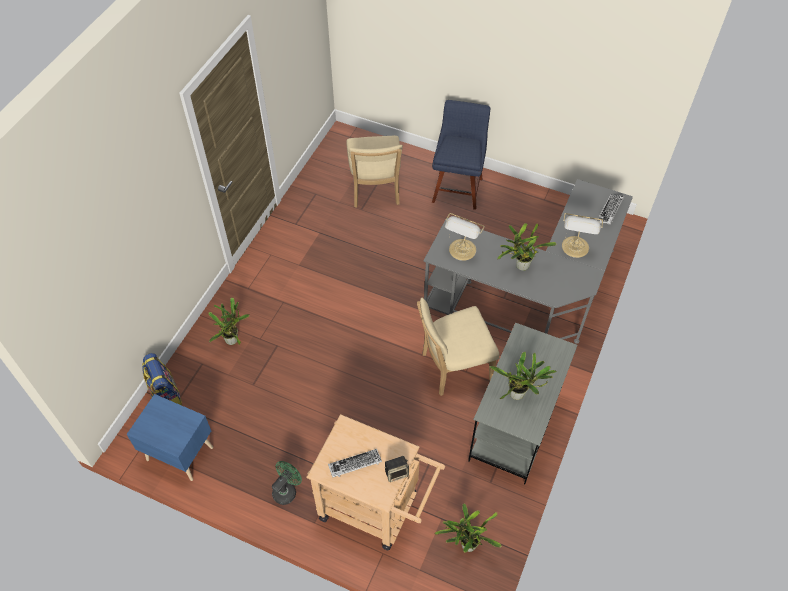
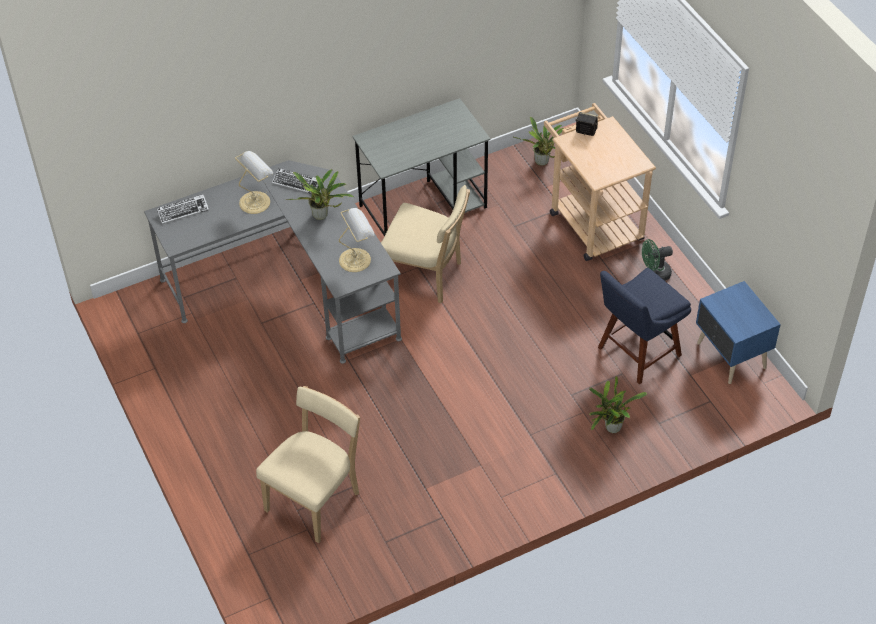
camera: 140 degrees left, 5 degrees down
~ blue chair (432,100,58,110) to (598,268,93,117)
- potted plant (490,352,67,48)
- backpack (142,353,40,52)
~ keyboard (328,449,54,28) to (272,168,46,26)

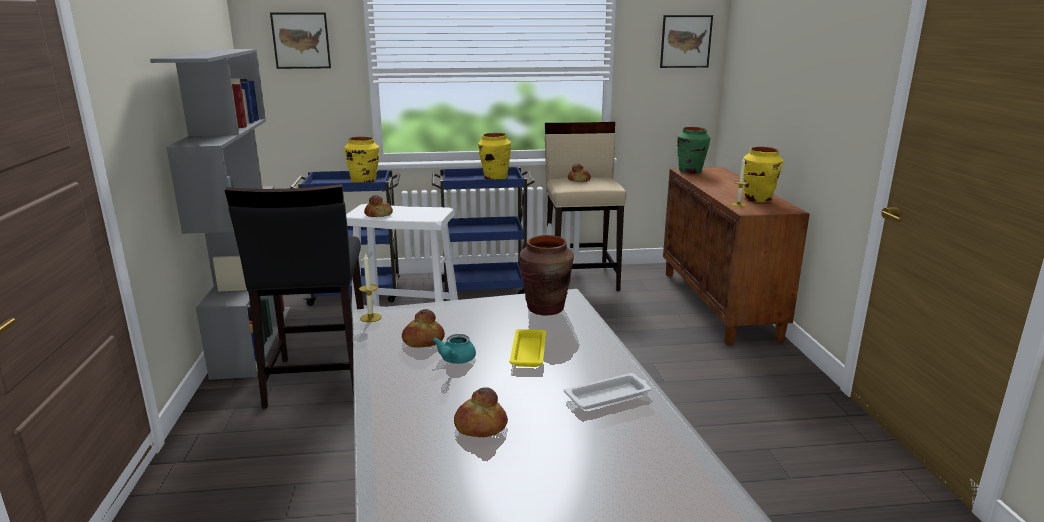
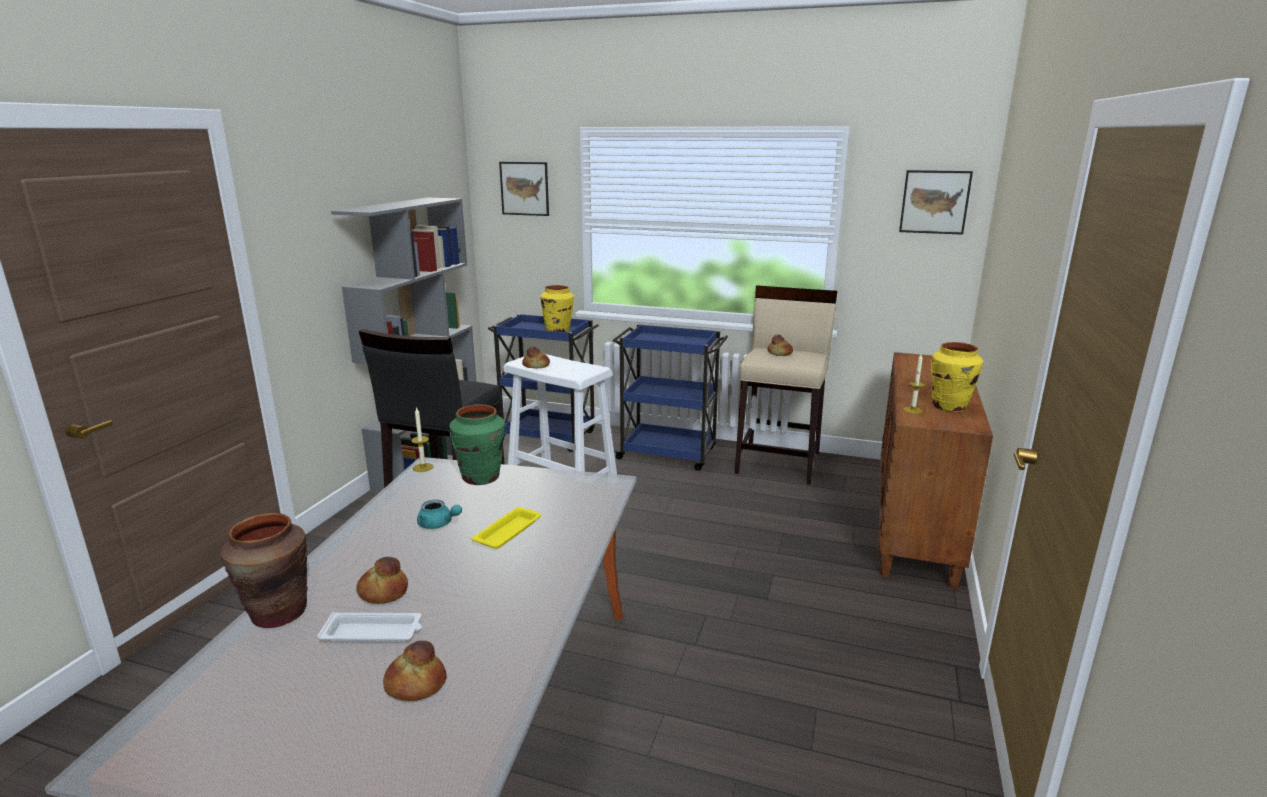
camera: 25 degrees right, 0 degrees up
~ green vase (677,127,33,47) to (449,404,56,81)
- yellow vase (478,133,33,46)
~ brown vase (519,235,55,81) to (220,513,88,115)
~ bread (402,309,43,38) to (383,640,64,61)
~ turquoise teapot (432,334,44,30) = (417,500,45,29) 105 degrees counterclockwise
~ white tray (564,373,87,37) to (317,612,105,30)

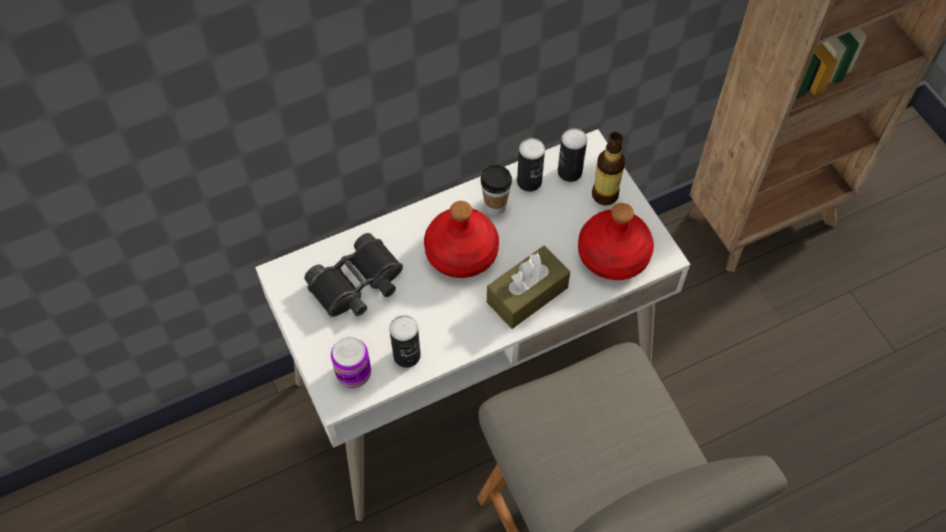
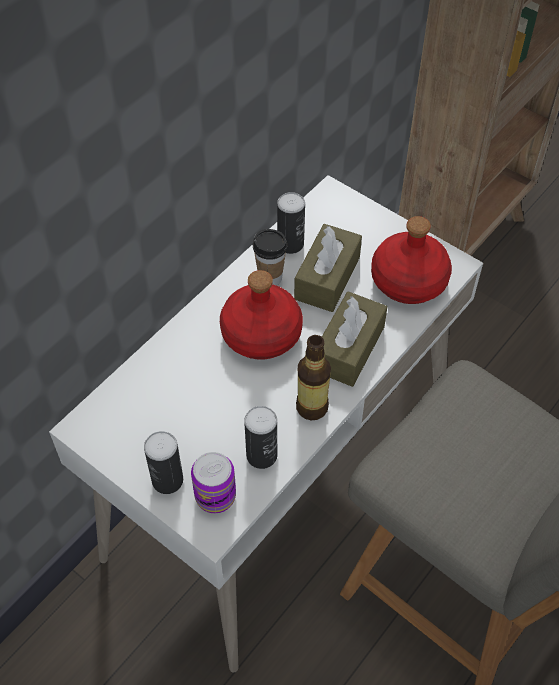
camera: 25 degrees left, 5 degrees down
~ can (558,128,29,54) to (144,431,39,63)
~ bottle (592,132,33,73) to (296,335,35,85)
- black binoculars (304,233,99,84)
+ brown tissue box (294,224,68,88)

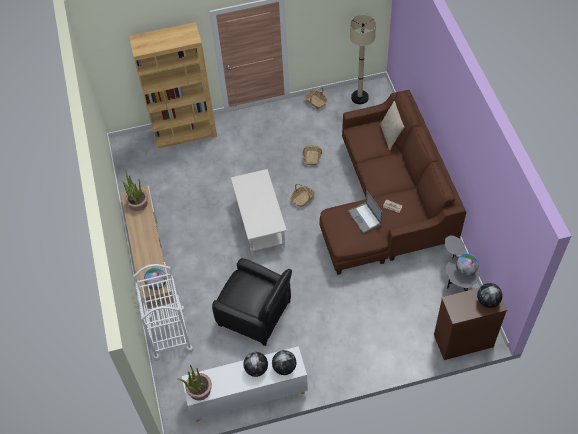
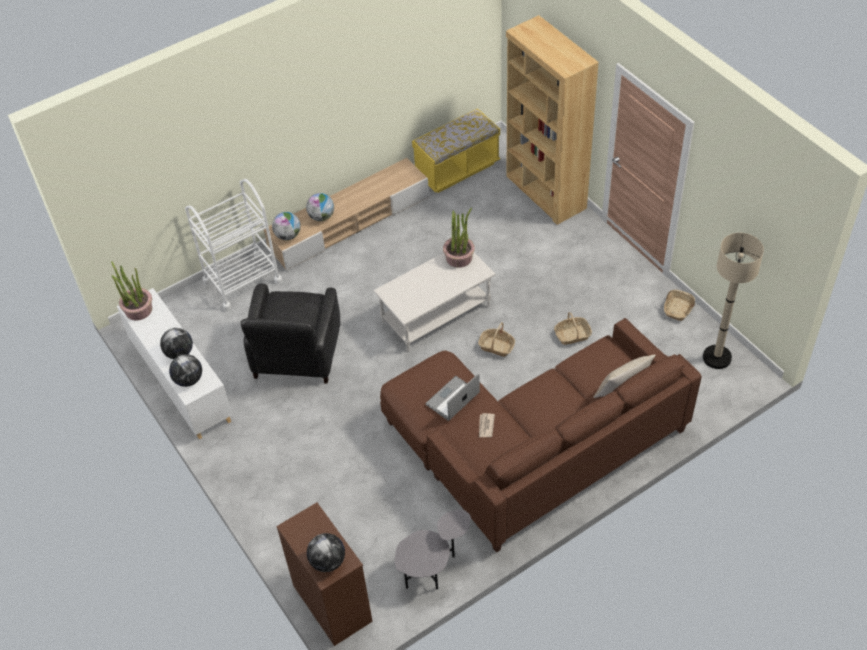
camera: 70 degrees right, 5 degrees down
~ potted plant (122,170,26,41) to (443,207,32,61)
~ globe (456,254,23,22) to (306,193,28,28)
+ yellow bench (412,109,88,84)

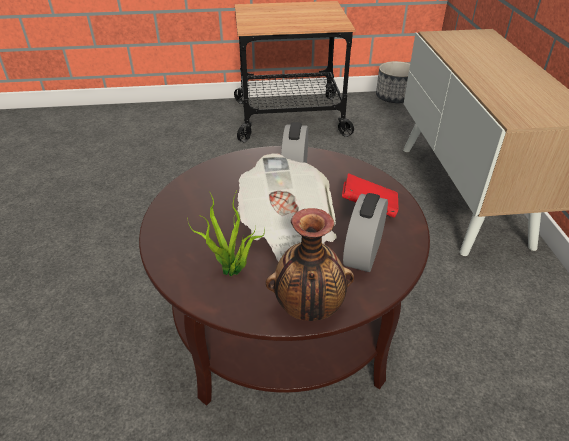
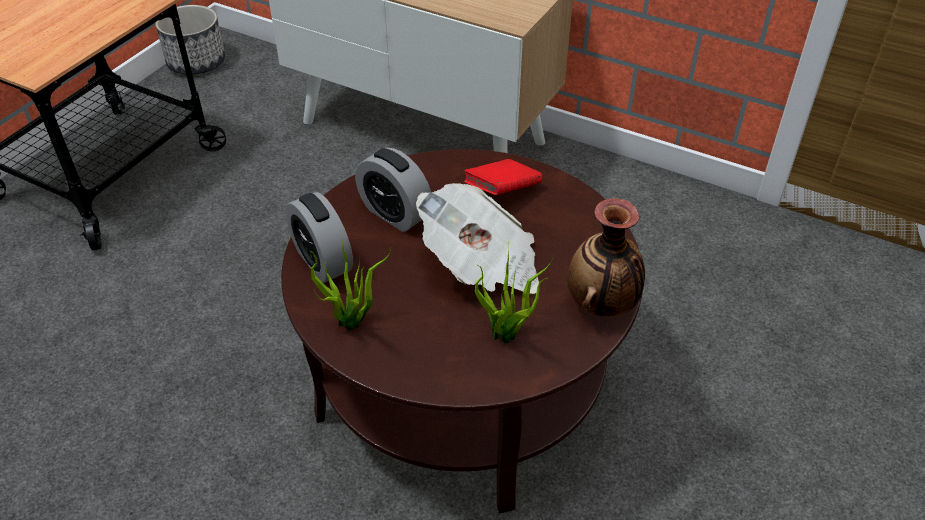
camera: 55 degrees left, 5 degrees up
~ alarm clock (343,193,45,79) to (285,192,68,91)
+ potted plant (309,239,82,92)

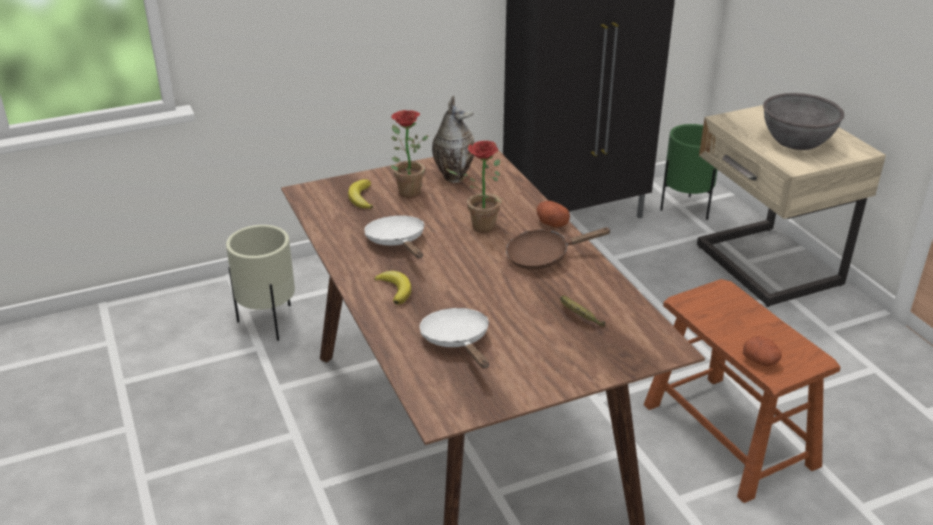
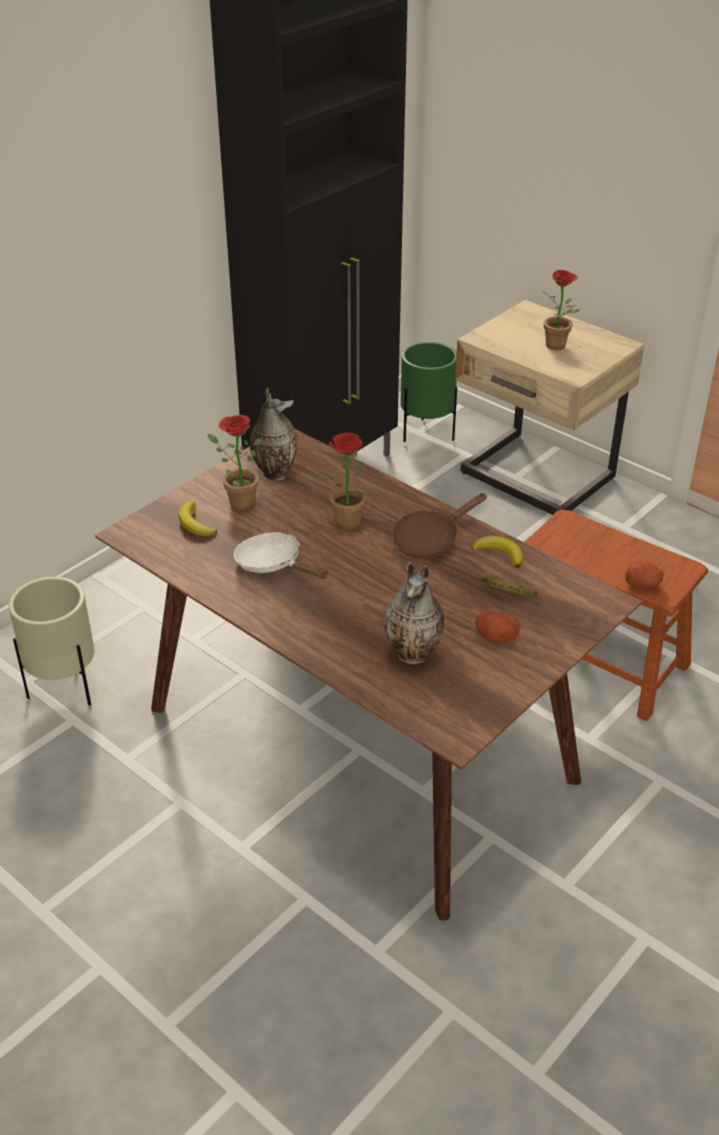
camera: 25 degrees left, 5 degrees up
~ grey bowl (763,93,81,57) to potted plant (543,270,37,80)
~ potato (537,201,33,27) to (475,611,45,32)
~ banana (374,271,37,34) to (472,536,51,32)
~ white frying pan (420,308,69,61) to vase (384,562,60,102)

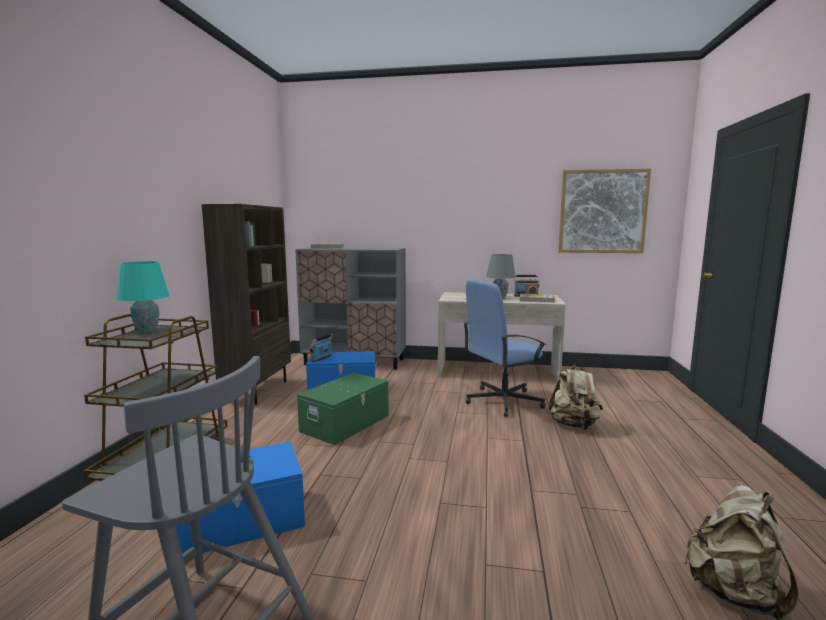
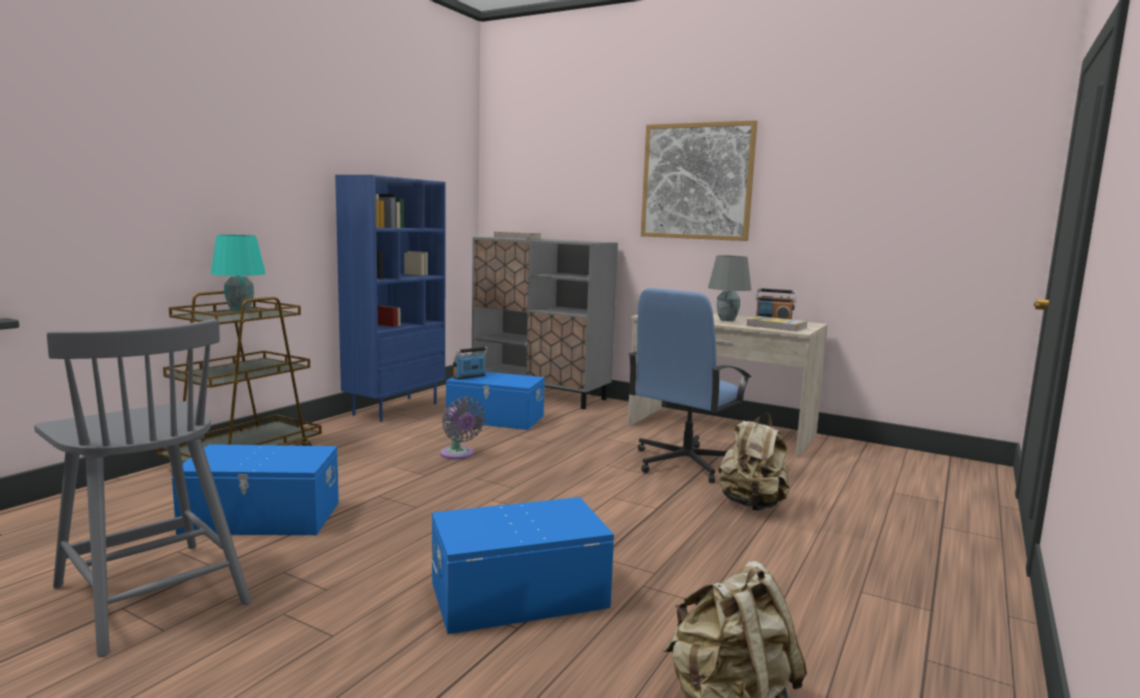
camera: 20 degrees right, 0 degrees up
~ picture (558,169,93,84) to (641,120,117,121)
~ brown bookcase (202,204,89,201) to blue bookcase (335,175,111,247)
~ blue office chair (463,279,83,138) = (629,288,122,195) 45 degrees counterclockwise
~ green storage box (297,372,92,73) to grey fan (440,397,45,62)
+ blue storage box (432,497,182,137)

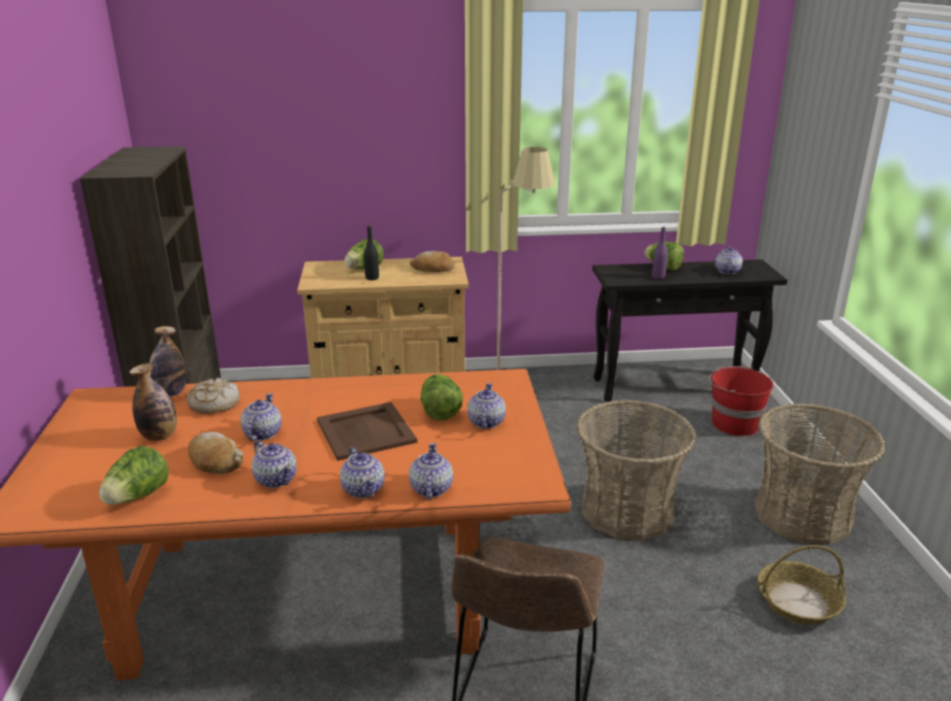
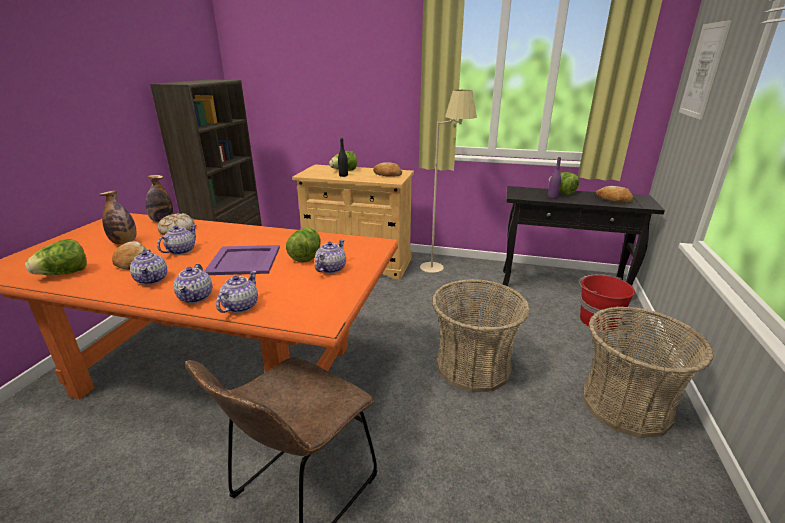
camera: 20 degrees right, 0 degrees up
~ teapot (715,247,28,27) to bread (596,186,38,17)
~ brown tray (317,402,100,59) to purple tray (204,245,76,30)
- basket (757,545,89,80)
+ picture (679,20,53,100)

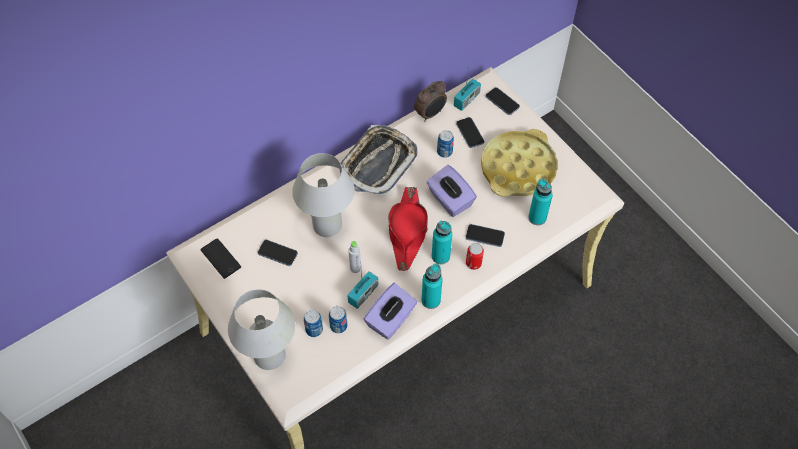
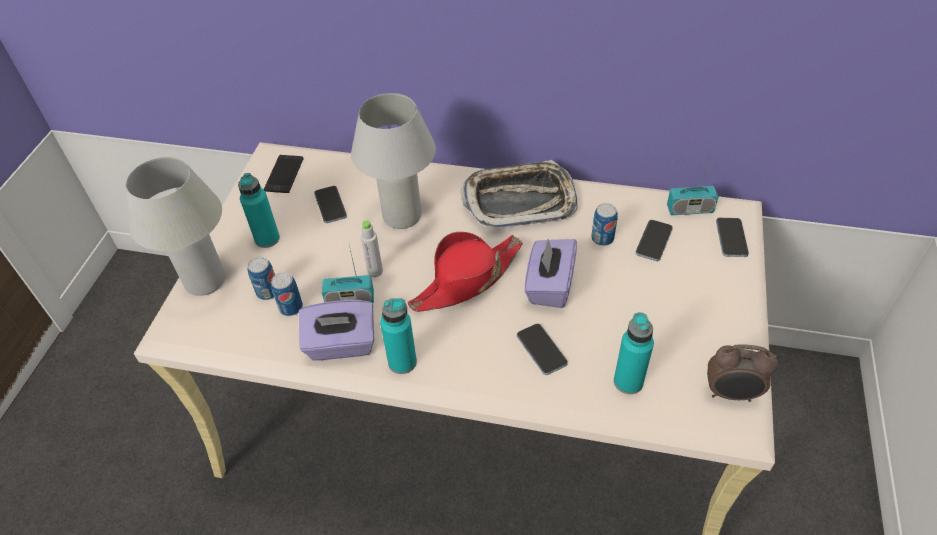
camera: 50 degrees right, 10 degrees down
~ alarm clock (414,81,33,41) to (707,344,71,58)
- yellow tray (481,129,77,68)
~ turquoise bottle (432,221,20,43) to (238,173,42,75)
- can (466,243,18,27)

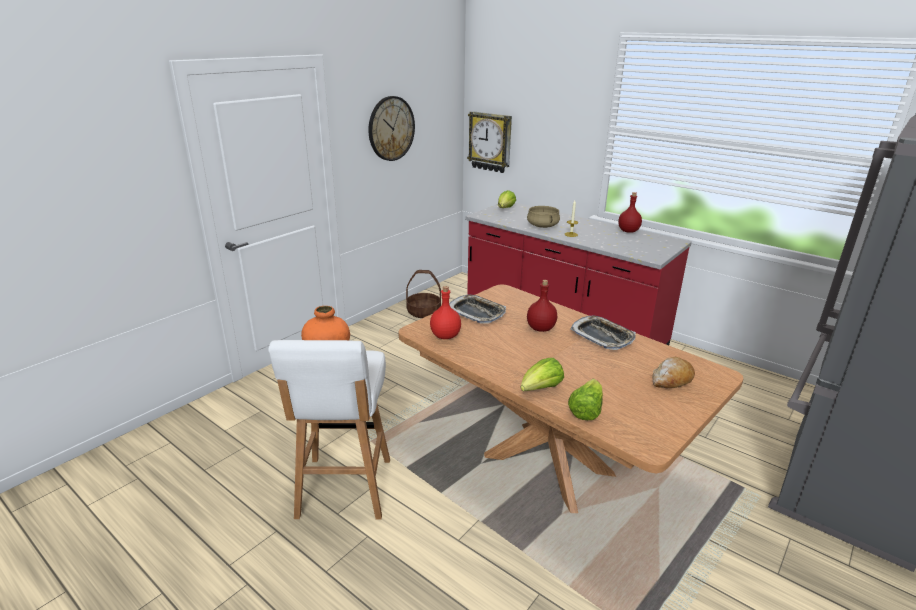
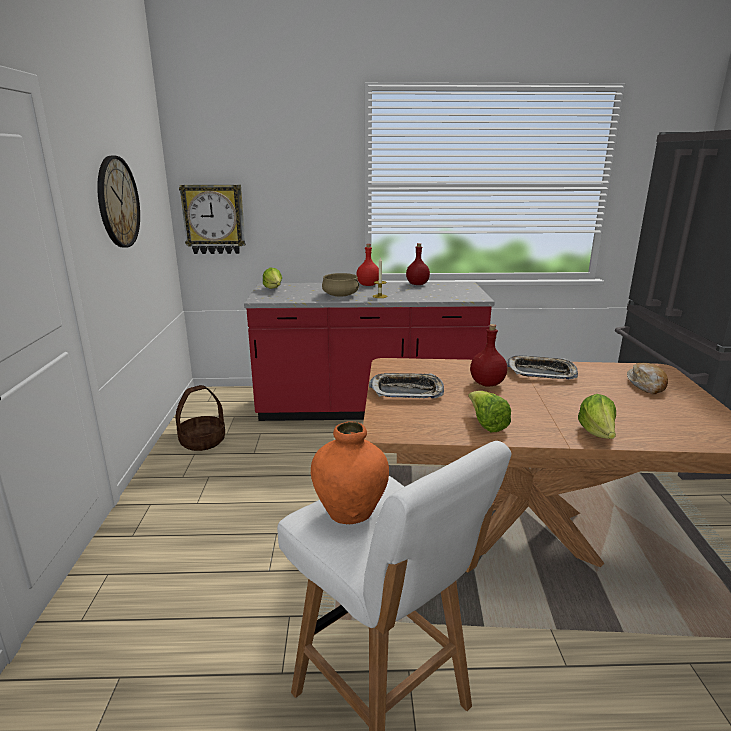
camera: 40 degrees left, 5 degrees down
~ red bottle (430,286,31,53) to (356,244,23,42)
~ lettuce (568,379,35,41) to (468,391,43,41)

